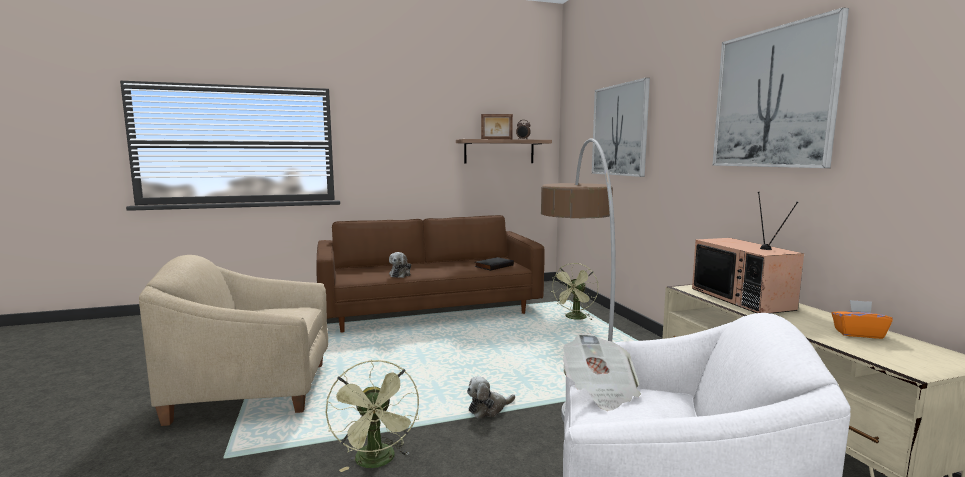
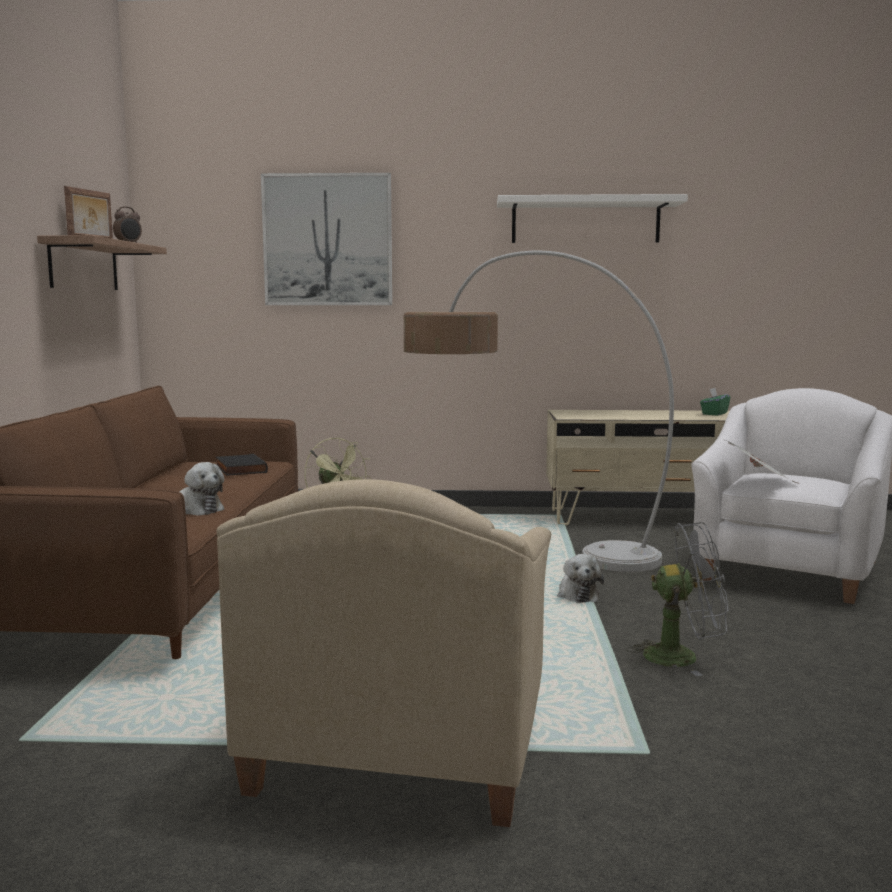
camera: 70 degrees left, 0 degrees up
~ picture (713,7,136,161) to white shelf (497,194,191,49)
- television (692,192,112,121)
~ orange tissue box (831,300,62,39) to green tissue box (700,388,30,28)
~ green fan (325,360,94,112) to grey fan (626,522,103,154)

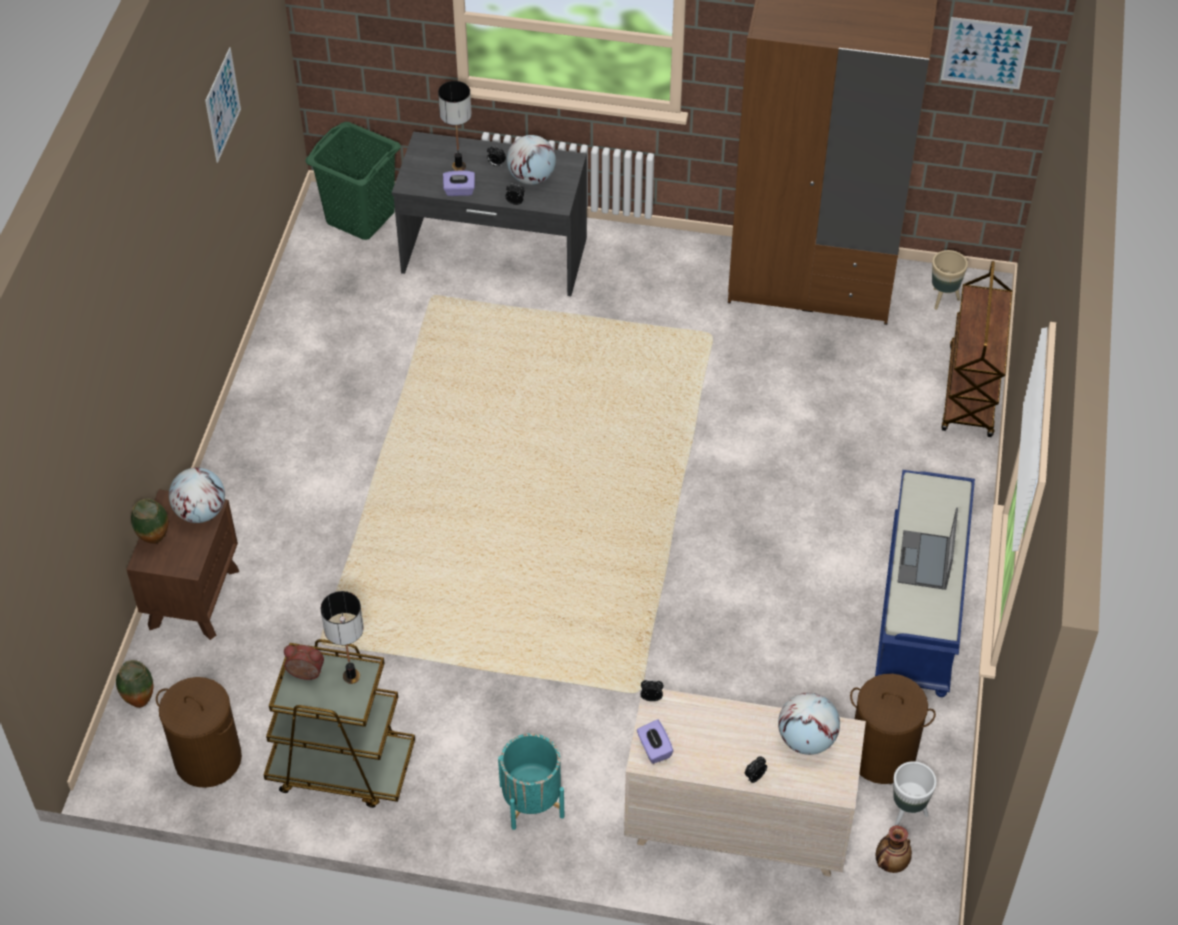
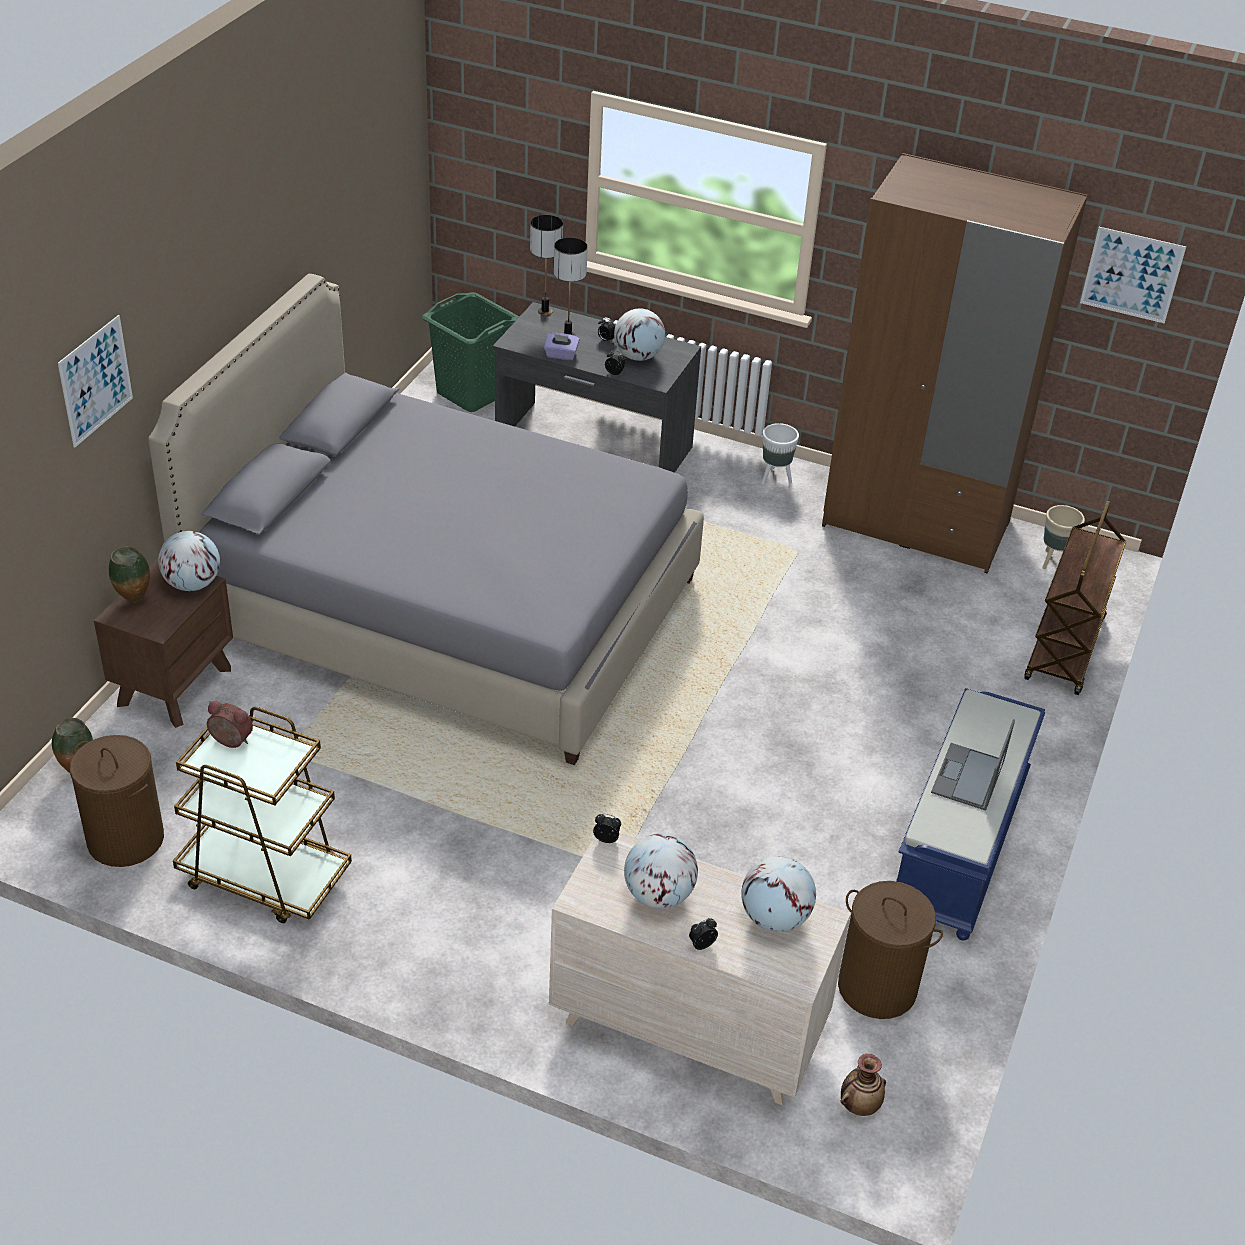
camera: 10 degrees right, 10 degrees down
~ picture (205,47,36,116) to (58,315,75,133)
~ table lamp (321,591,43,93) to (530,215,33,101)
- purple tissue box (637,719,36,45)
- turquoise planter (498,733,66,97)
~ white planter (893,761,44,64) to (762,423,37,61)
+ grey bed (148,274,556,491)
+ globe (624,834,74,74)

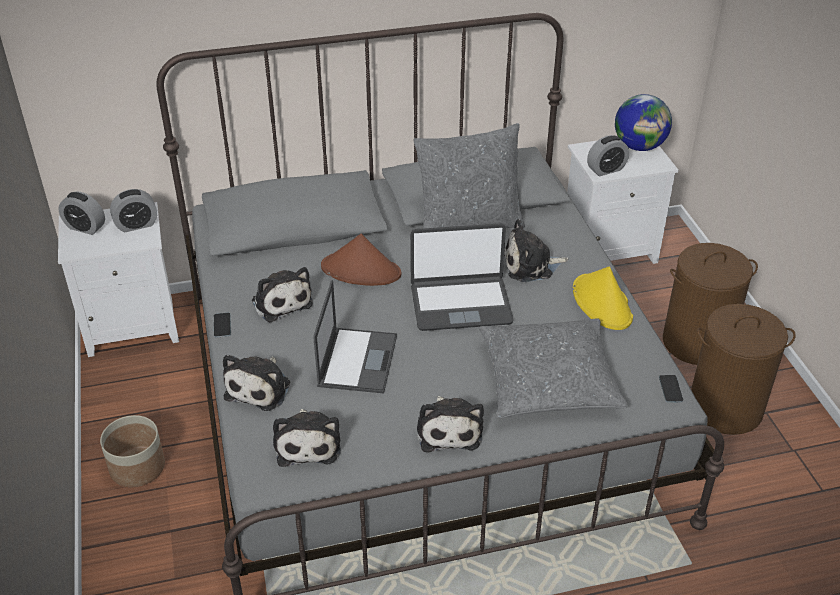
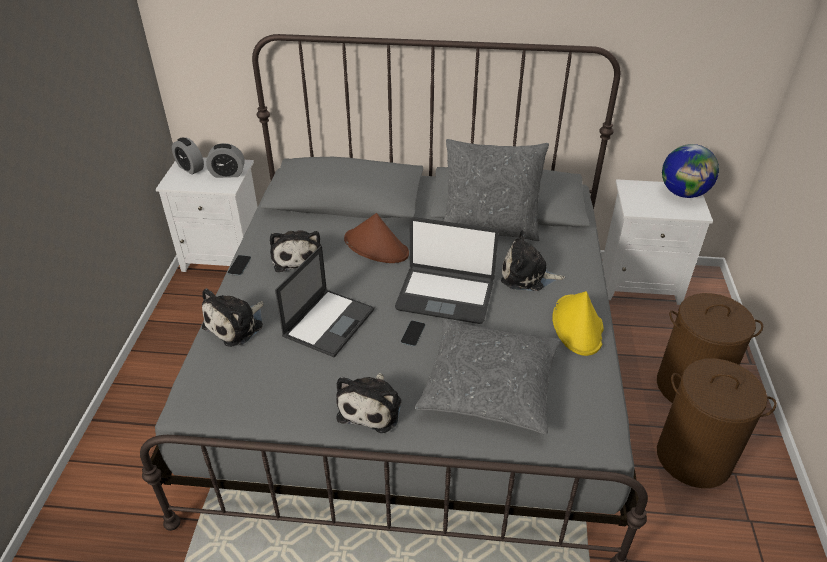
camera: 20 degrees right, 0 degrees up
- alarm clock (587,135,42,41)
~ phone (659,375,24,28) to (401,321,24,25)
- plush toy (273,409,68,58)
- planter (100,415,65,72)

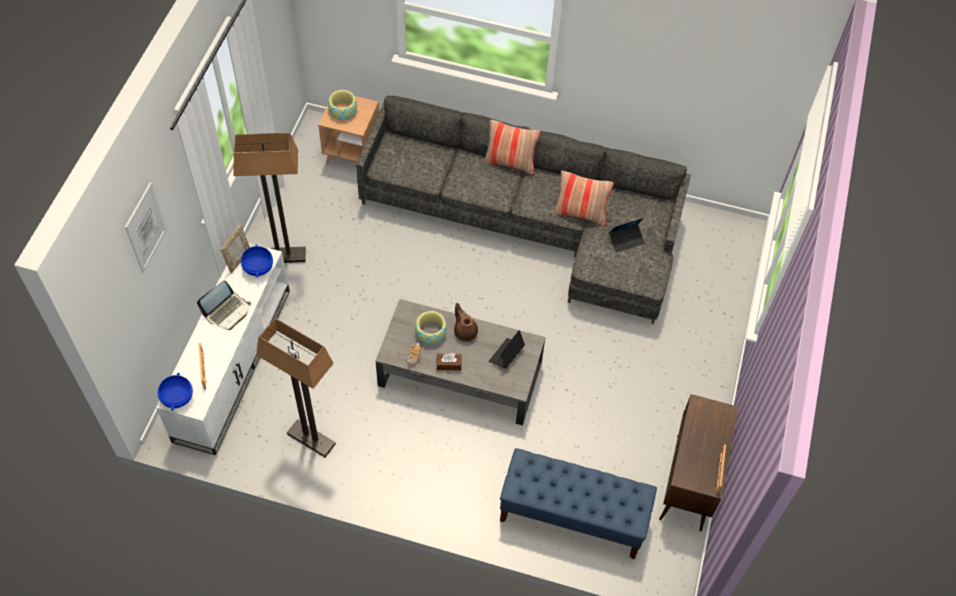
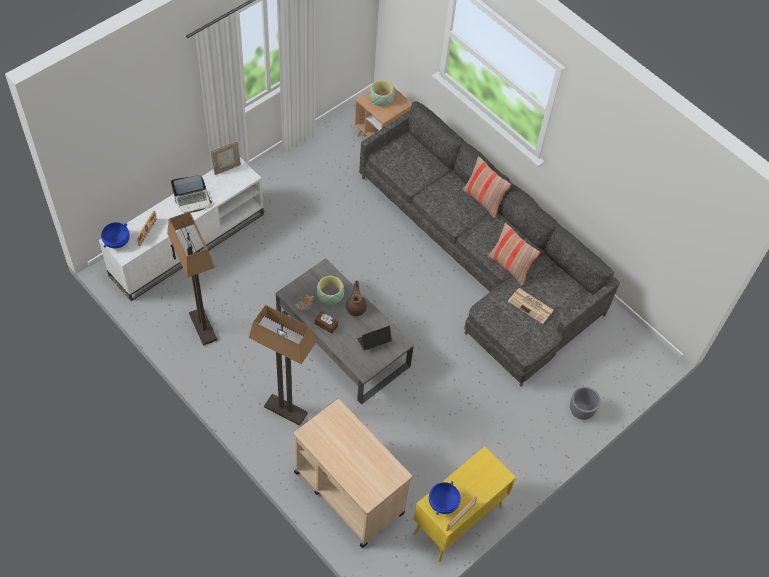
camera: 30 degrees right, 0 degrees up
~ floor lamp (233,133,73,130) to (249,305,67,121)
- picture (125,183,42,90)
~ laptop (609,218,36,34) to newspaper (508,288,46,36)
~ blue bowl (241,244,32,34) to (429,481,32,34)
~ brown cabinet (659,394,80,138) to yellow cabinet (413,446,103,116)
~ blue bench (500,448,157,111) to beige cart (294,399,118,149)
+ grey planter (570,387,31,33)

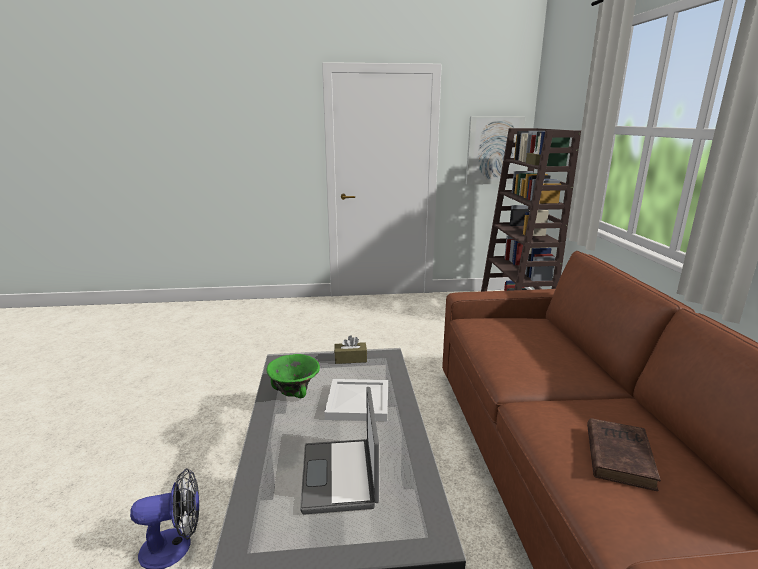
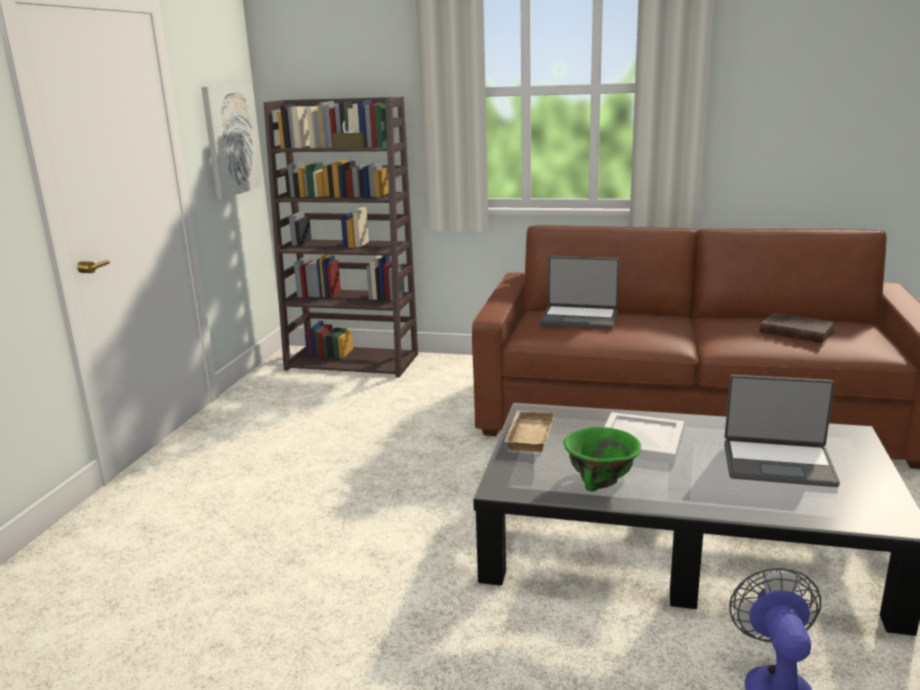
camera: 70 degrees left, 0 degrees up
~ brown tissue box (334,335,33,29) to beige tray (504,411,51,41)
+ laptop (540,256,79,73)

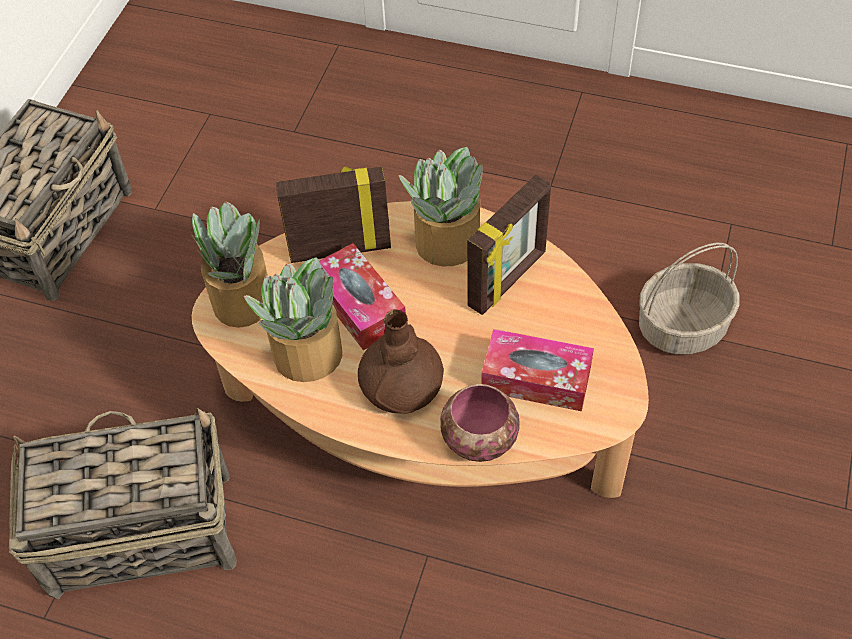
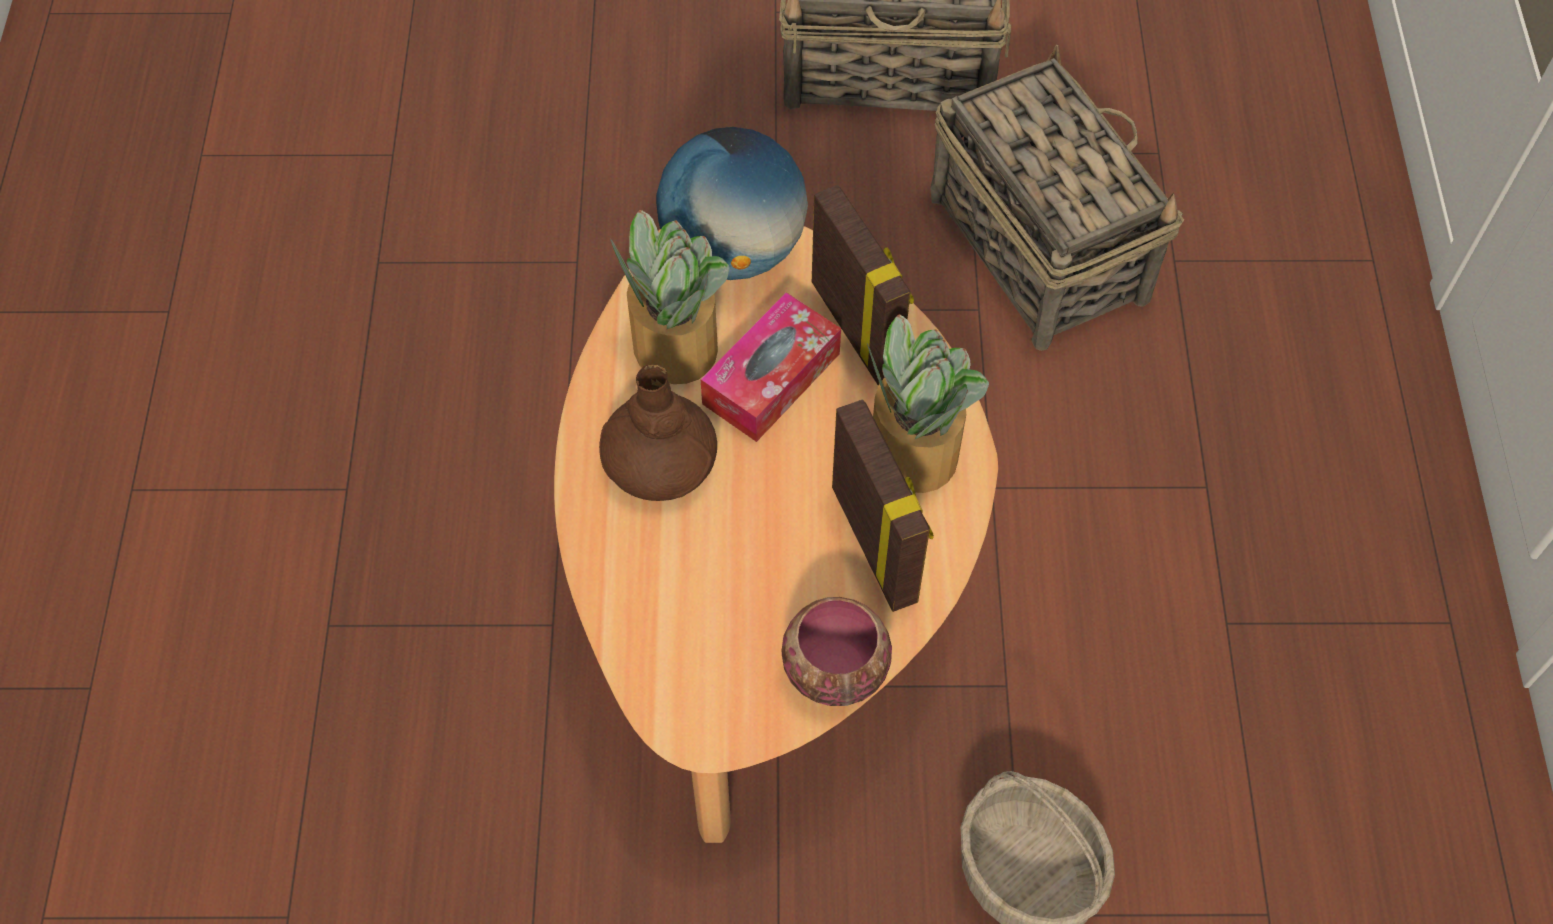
camera: 70 degrees right, 5 degrees up
~ picture frame (467,175,84,140) = (832,400,102,212) 135 degrees counterclockwise
~ potted plant (191,202,77,126) to globe (656,127,152,153)
- tissue box (481,329,113,82)
~ bowl (440,384,80,78) to (782,597,110,109)
~ basket (9,408,228,191) to (930,45,254,306)

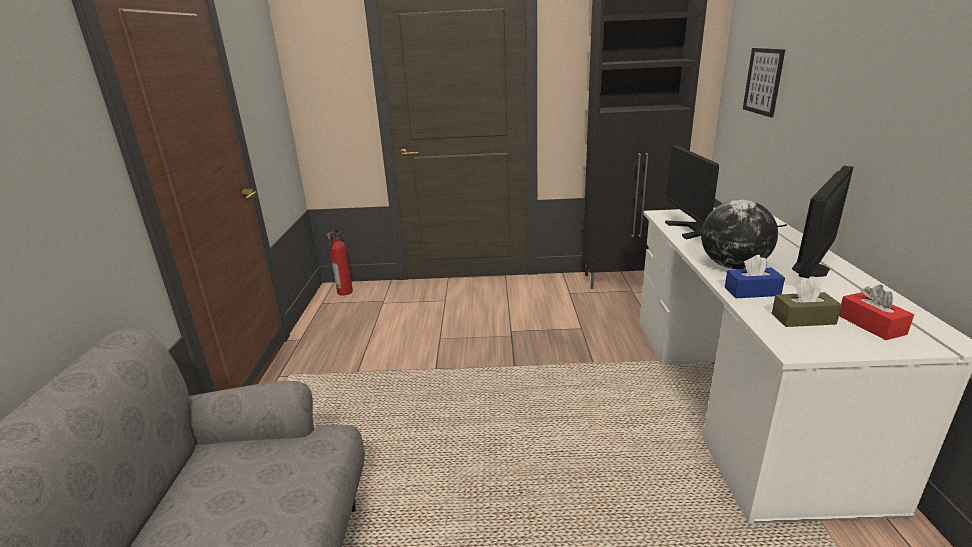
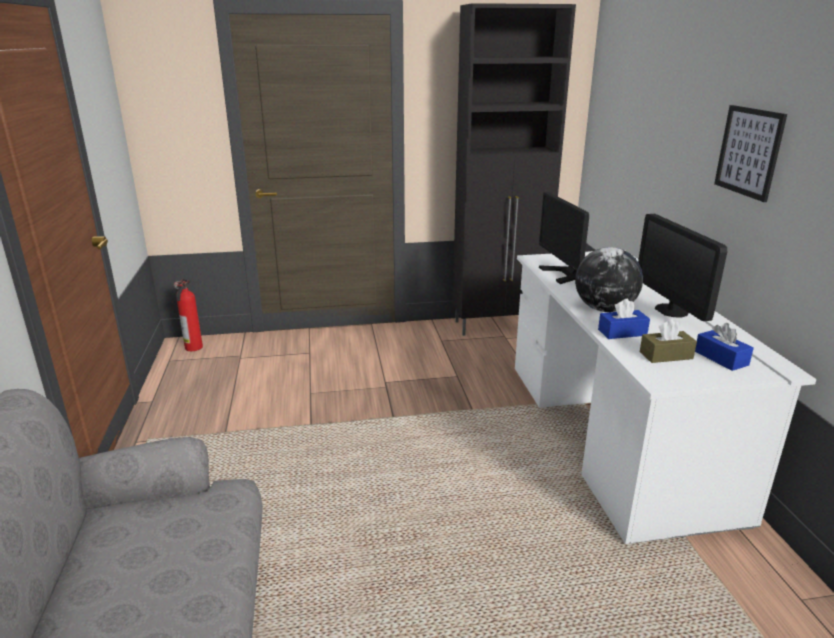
camera: 10 degrees left, 0 degrees up
~ picture (743,48,42,69) to (714,105,73,97)
~ monitor (792,166,61,113) = (638,214,89,107) 135 degrees clockwise
~ red tissue box (839,284,75,56) to blue tissue box (695,323,59,48)

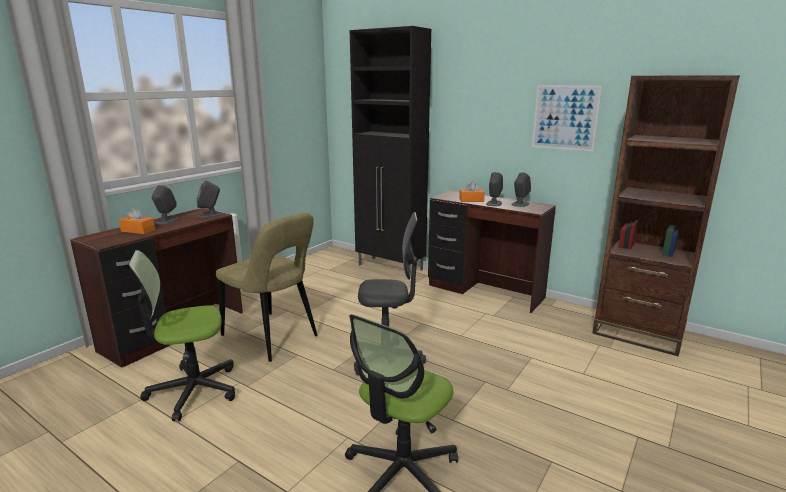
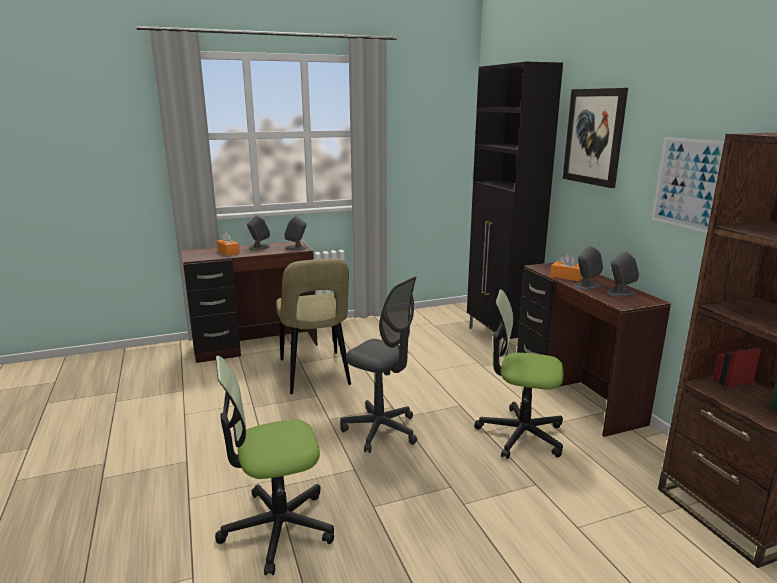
camera: 35 degrees right, 0 degrees up
~ office chair (128,250,107,171) to (474,289,90,170)
+ picture (563,88,65,100)

